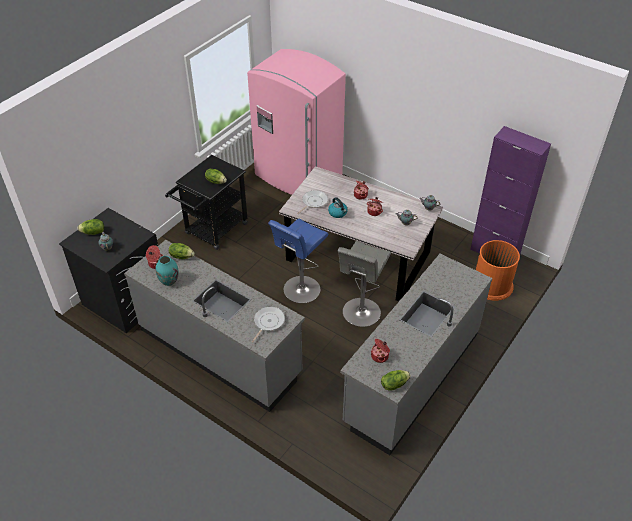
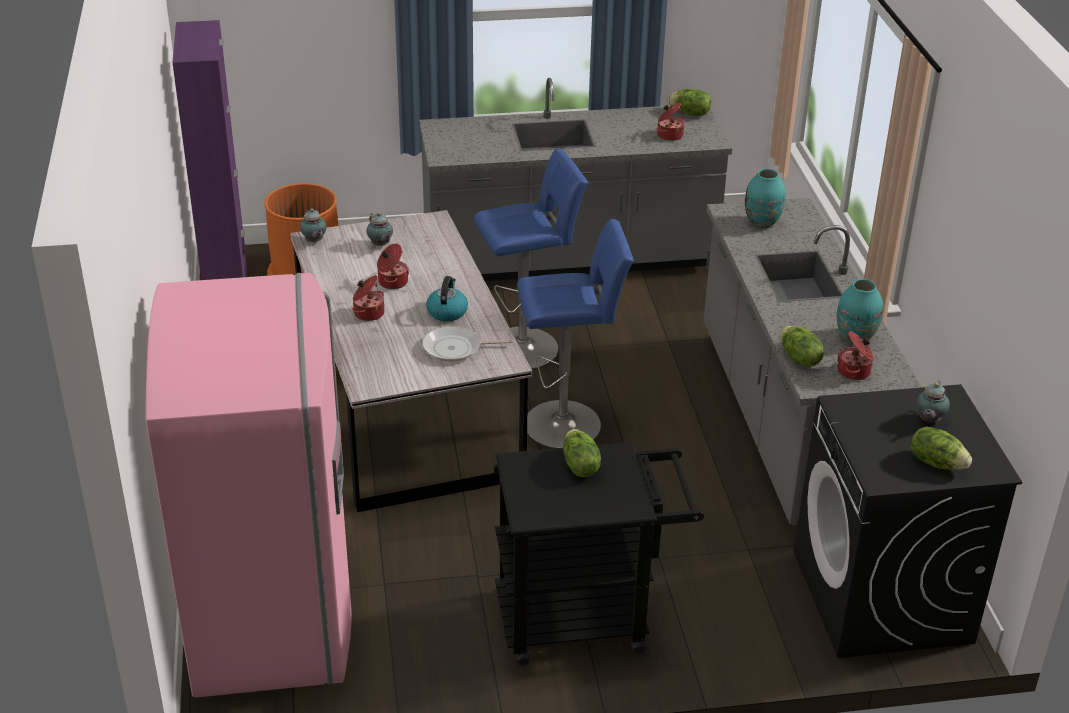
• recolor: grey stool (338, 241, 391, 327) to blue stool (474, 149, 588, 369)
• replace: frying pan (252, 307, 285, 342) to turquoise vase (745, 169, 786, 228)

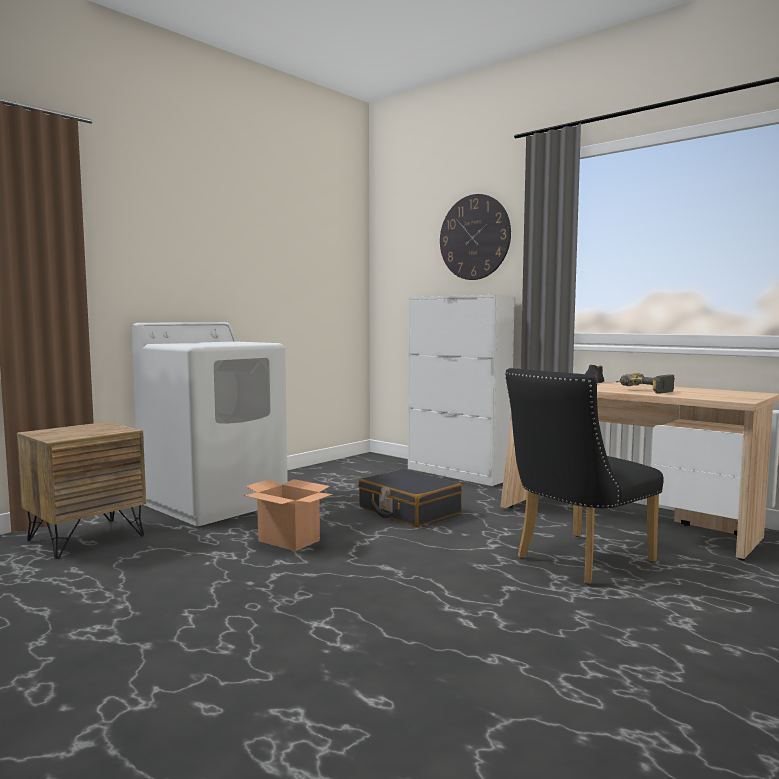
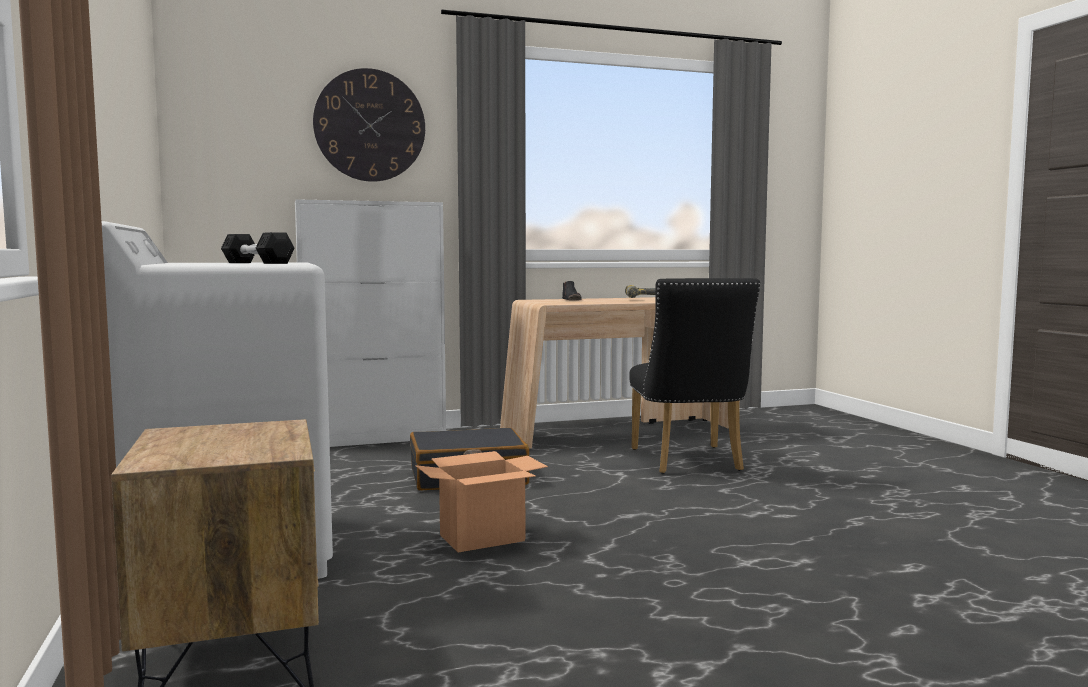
• insert: black dumbbell (221, 232, 295, 264)

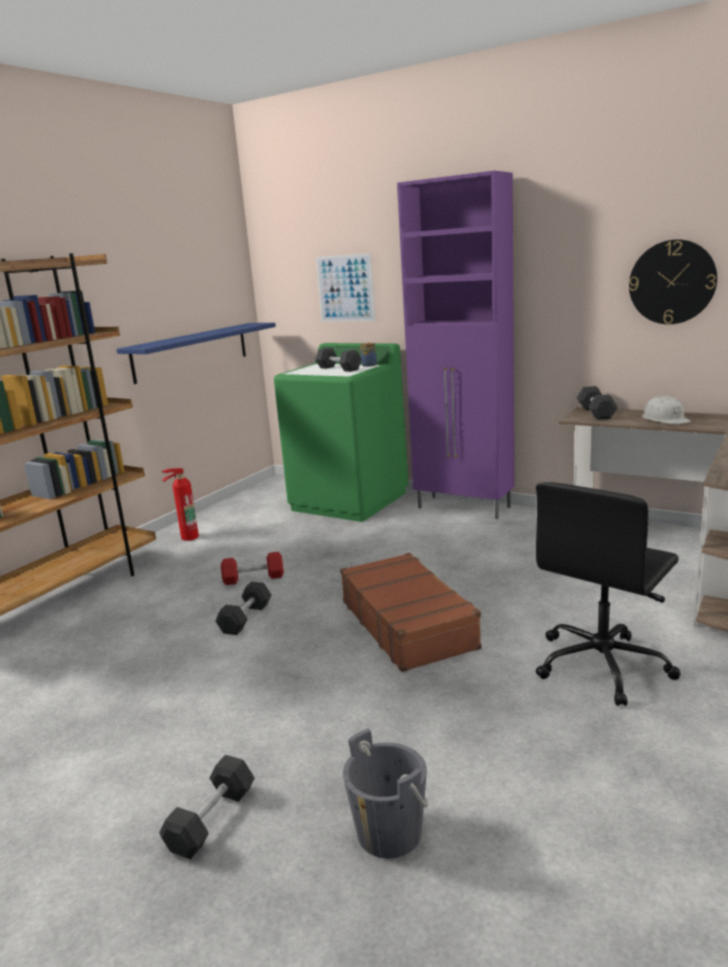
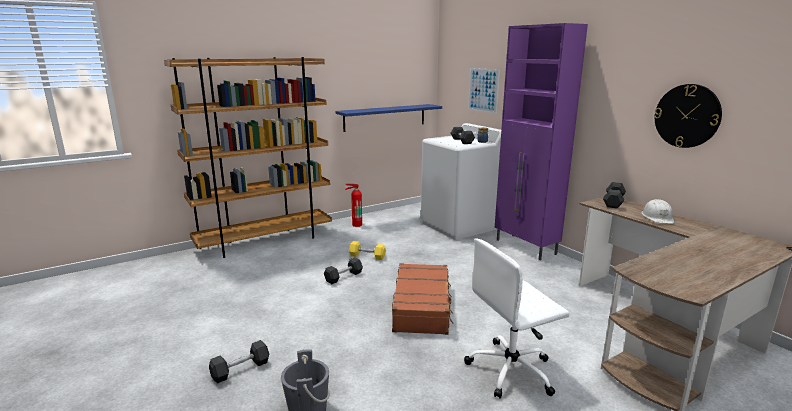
• recolor: green washing machine (274, 343, 409, 522) to white washing machine (421, 123, 501, 240)
• recolor: black office chair (536, 482, 680, 706) to white office chair (464, 238, 569, 399)
• recolor: red dumbbell (221, 552, 284, 585) to yellow dumbbell (349, 241, 386, 260)

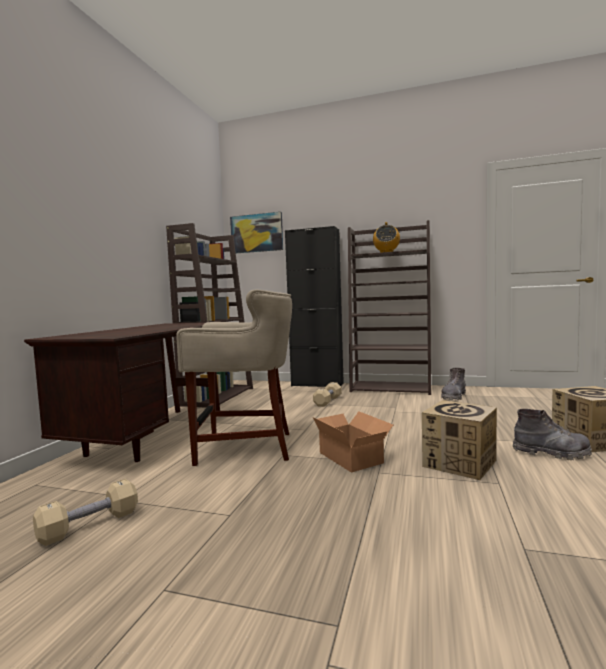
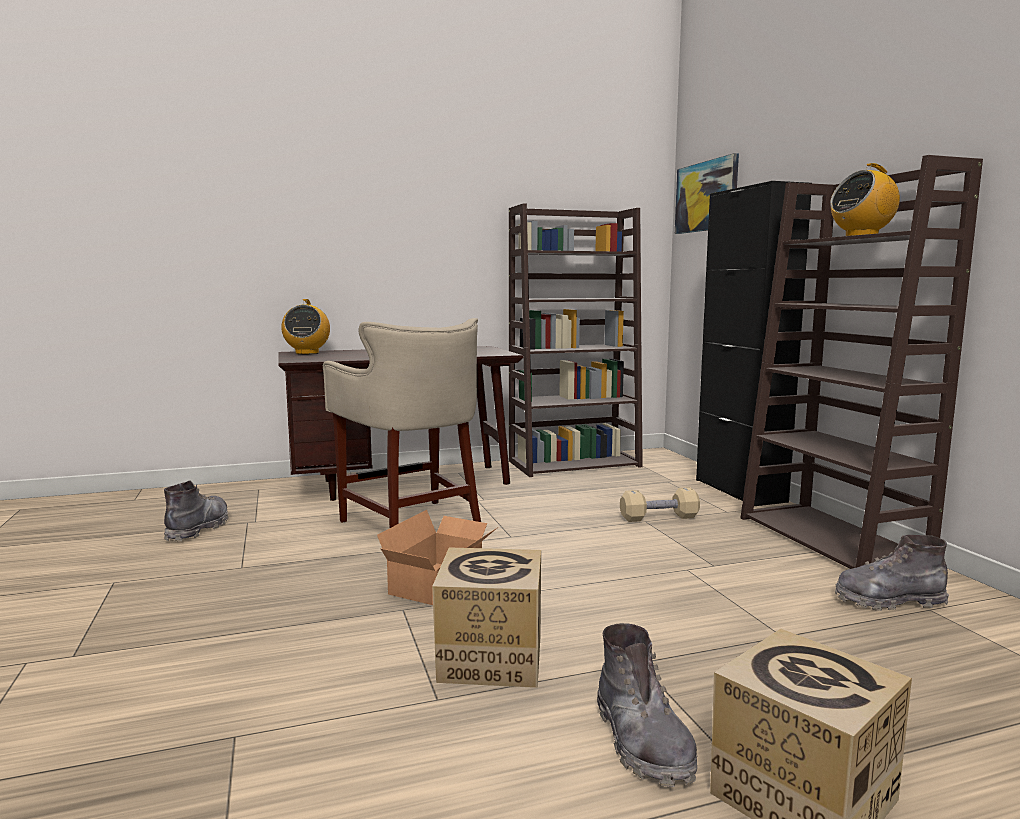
• replace: beige dumbbell (33, 479, 138, 546) to grey boot (164, 480, 228, 542)
• insert: radio (281, 299, 330, 355)

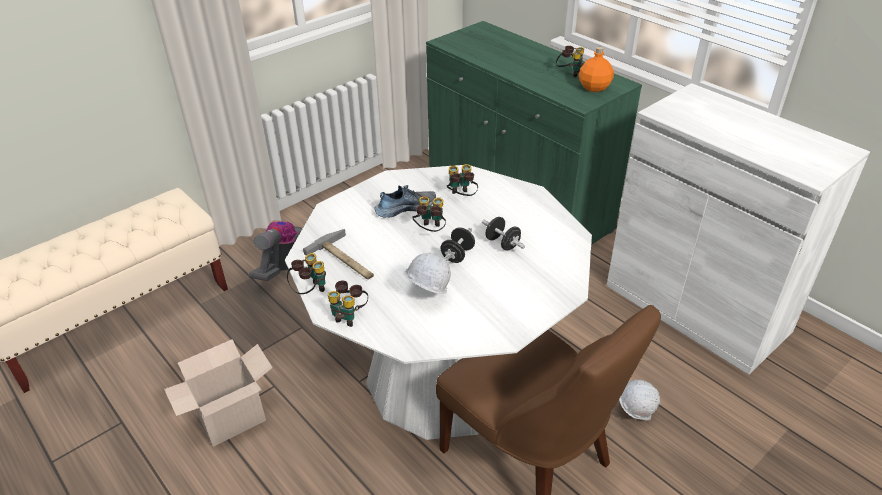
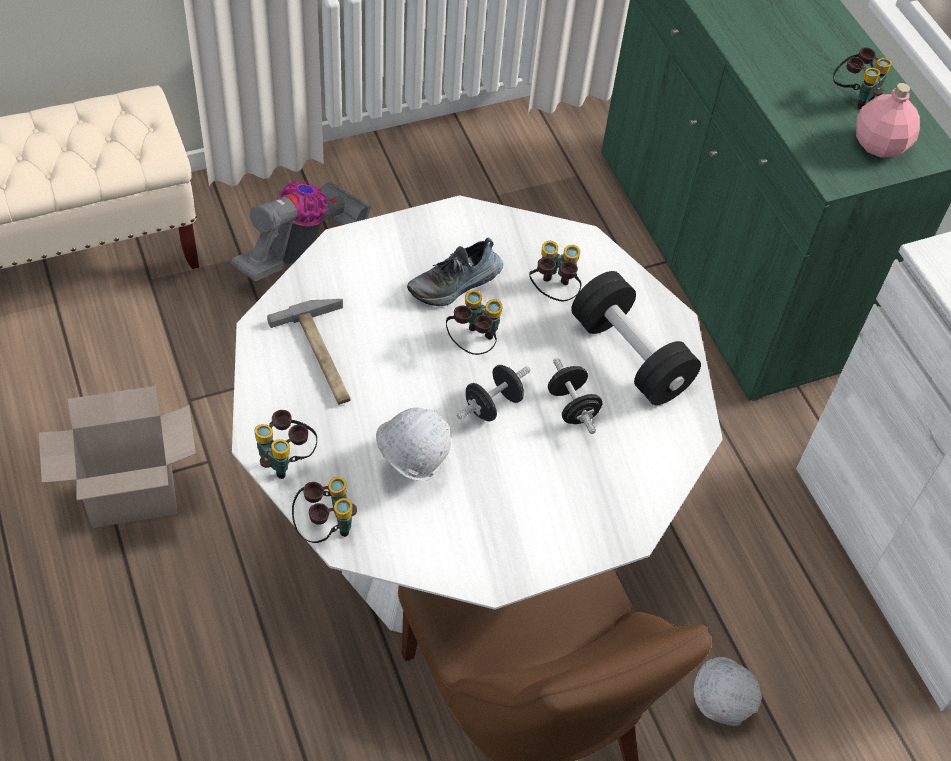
• recolor: orange bottle (579, 47, 614, 92) to pink bottle (856, 83, 920, 158)
• rotate: shoe (374, 185, 436, 218) = (407, 238, 503, 306) 150 degrees clockwise
• move: binoculars (287, 253, 326, 294) to (292, 477, 357, 543)
• insert: black dumbbell (571, 271, 701, 405)

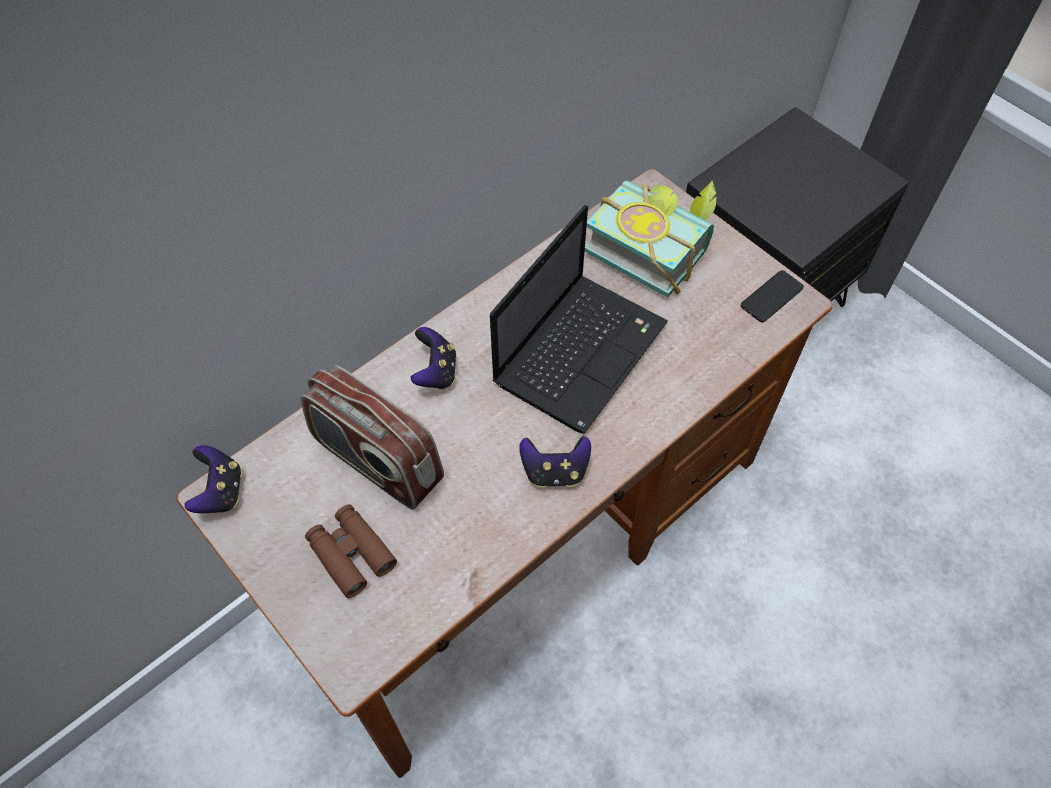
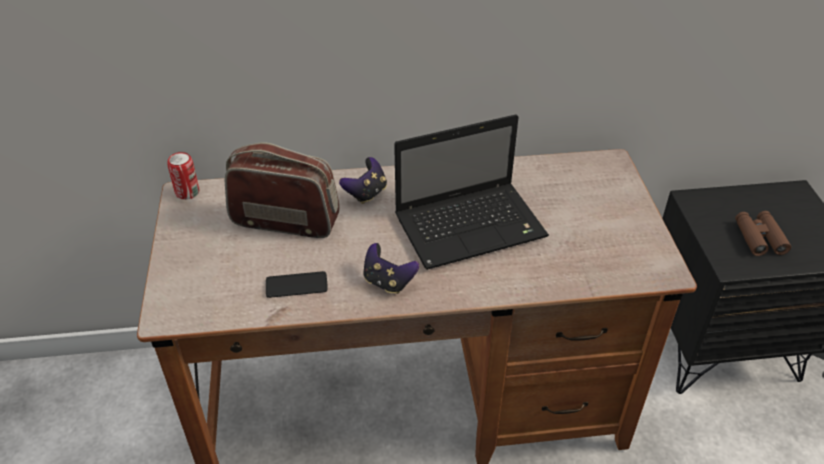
• delete: book (585, 181, 717, 297)
• move: phone (741, 270, 804, 323) to (266, 271, 328, 298)
• rotate: radio (301, 365, 444, 510) = (225, 142, 340, 238) 120 degrees clockwise
• replace: game controller (184, 445, 242, 513) to can (168, 152, 199, 200)
• move: brown binoculars (305, 504, 397, 598) to (735, 211, 791, 256)

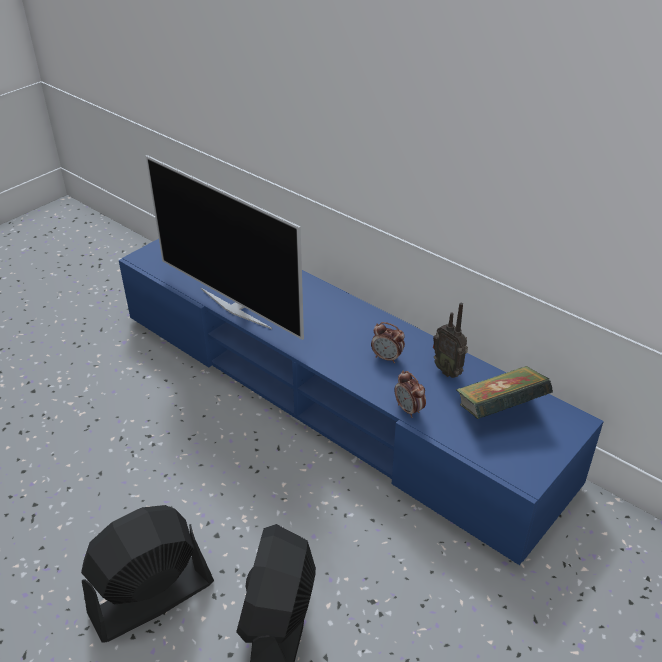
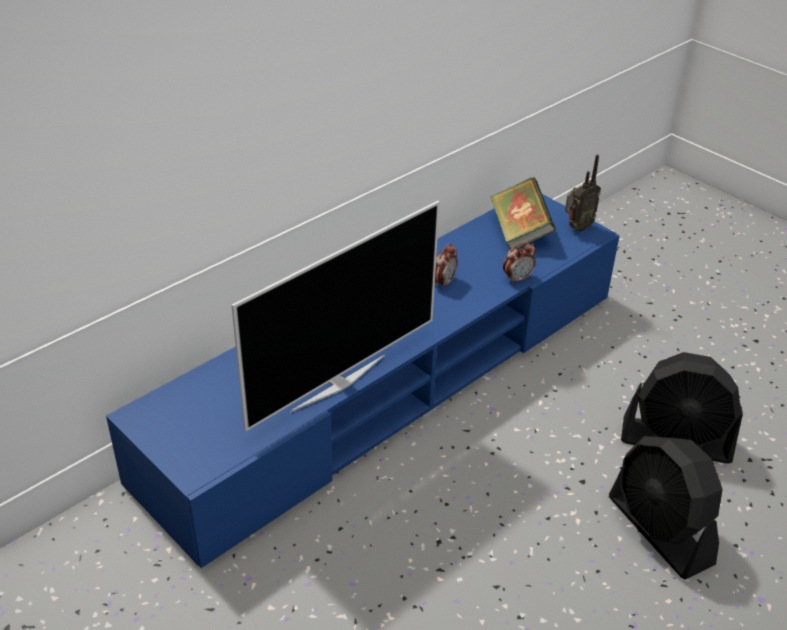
• move: radio (433, 303, 468, 378) to (565, 155, 601, 232)

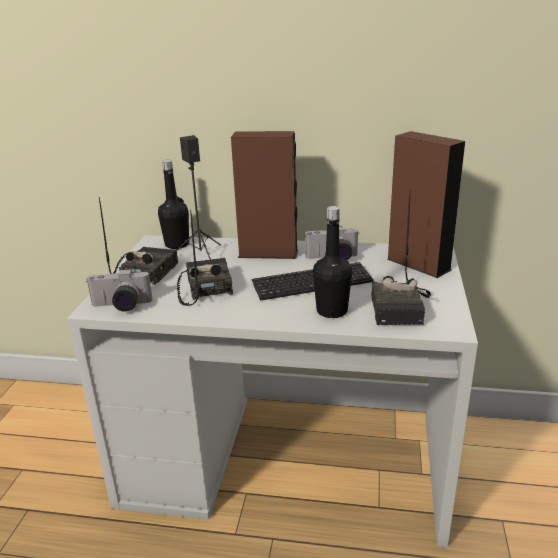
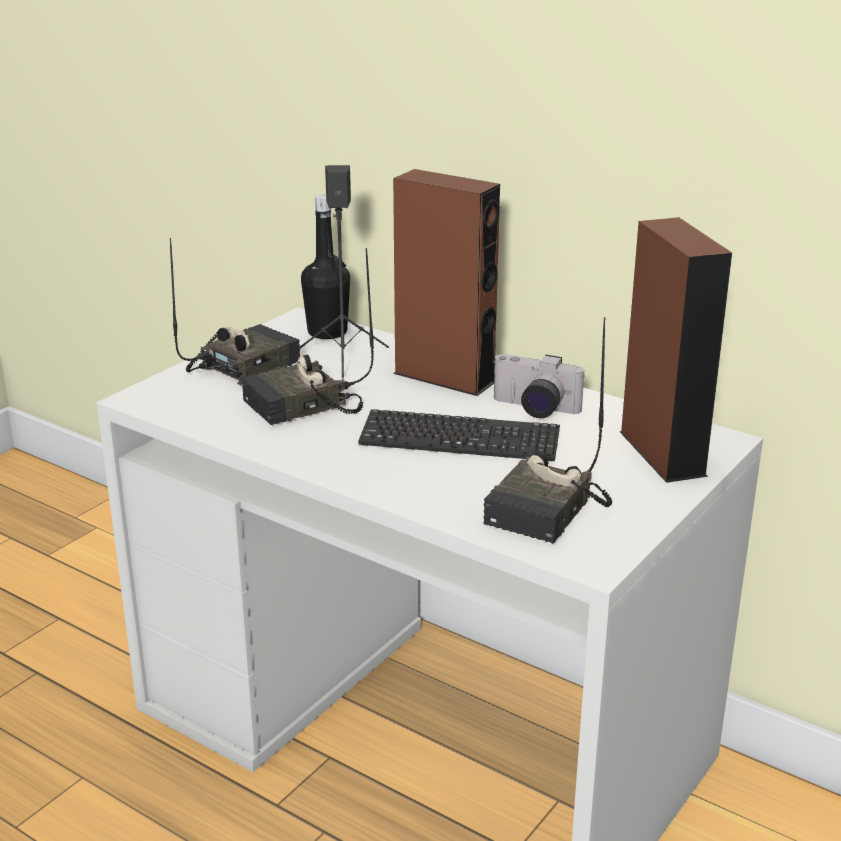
• delete: black bottle (313, 206, 352, 318)
• rotate: radio (177, 210, 233, 306) = (242, 248, 374, 425) 135 degrees counterclockwise
• delete: photo camera (86, 269, 153, 312)

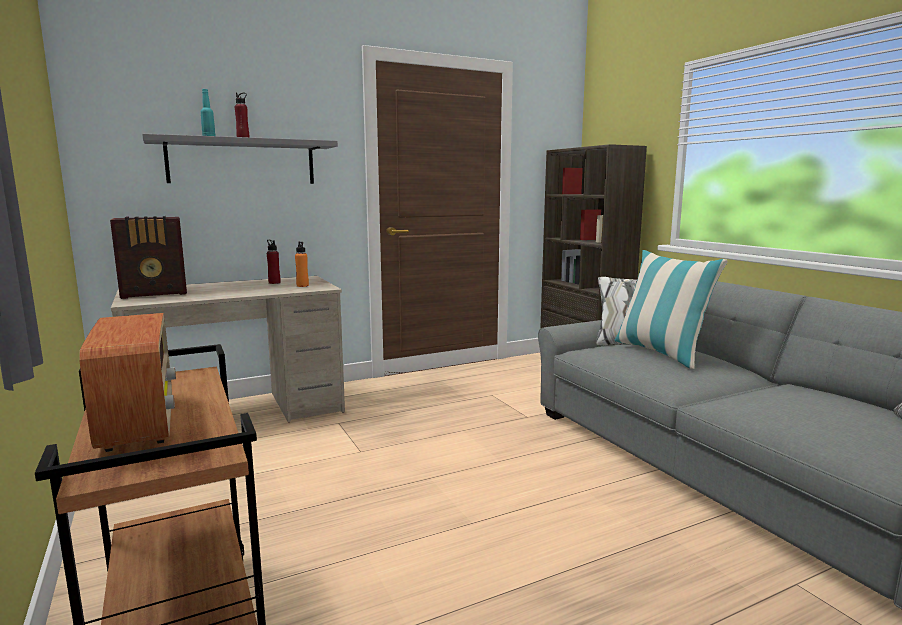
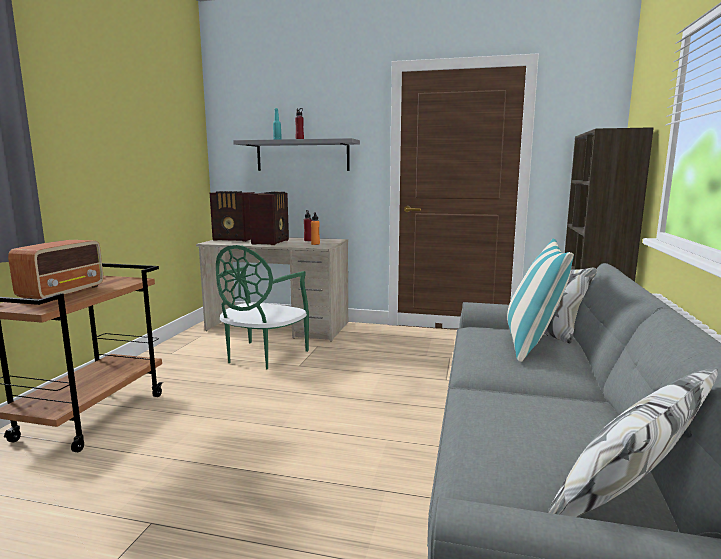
• insert: radio (249, 192, 289, 245)
• insert: green chair (216, 245, 309, 369)

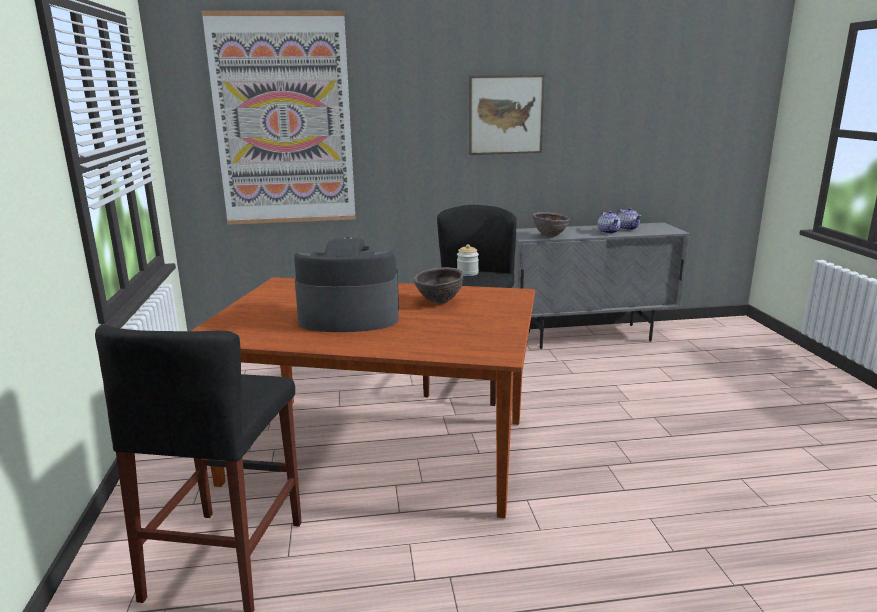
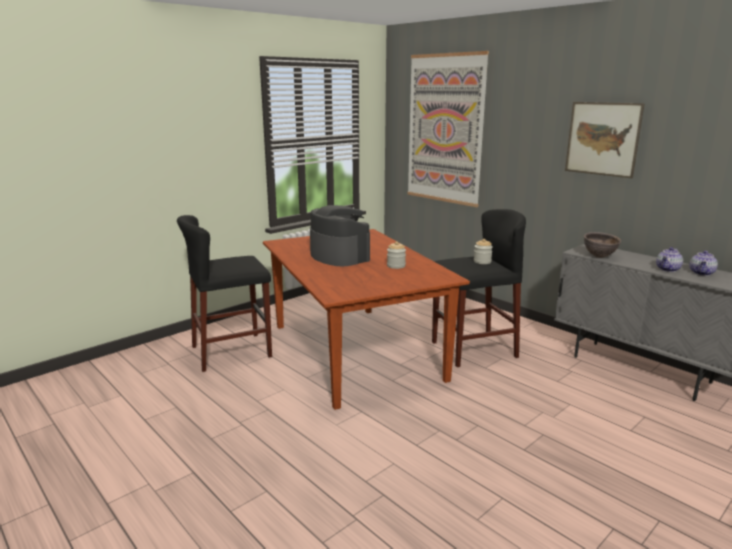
• replace: brown bowl (414, 267, 464, 304) to jar (387, 241, 406, 269)

